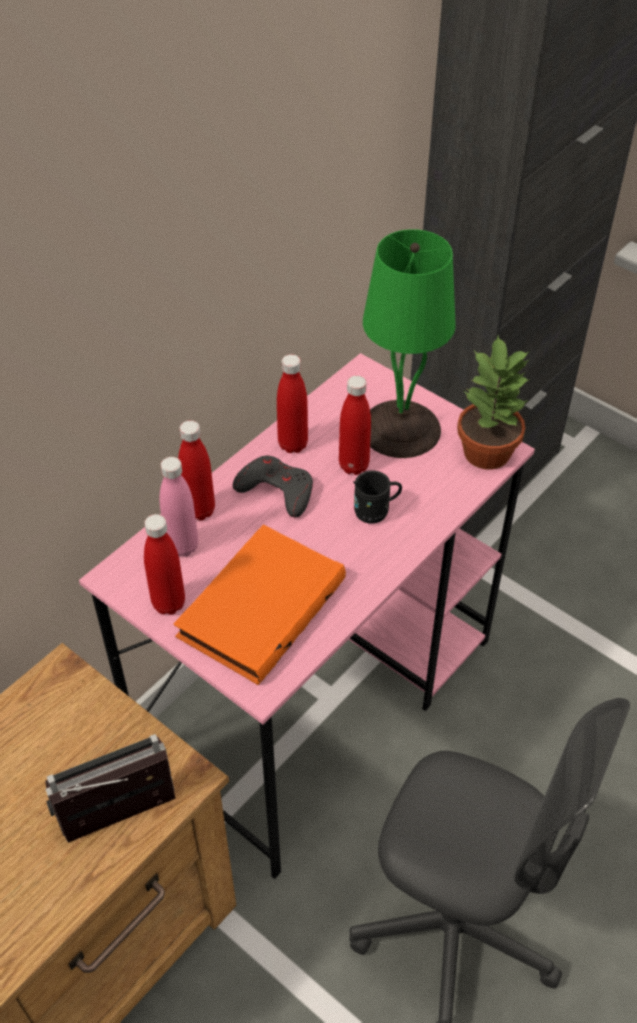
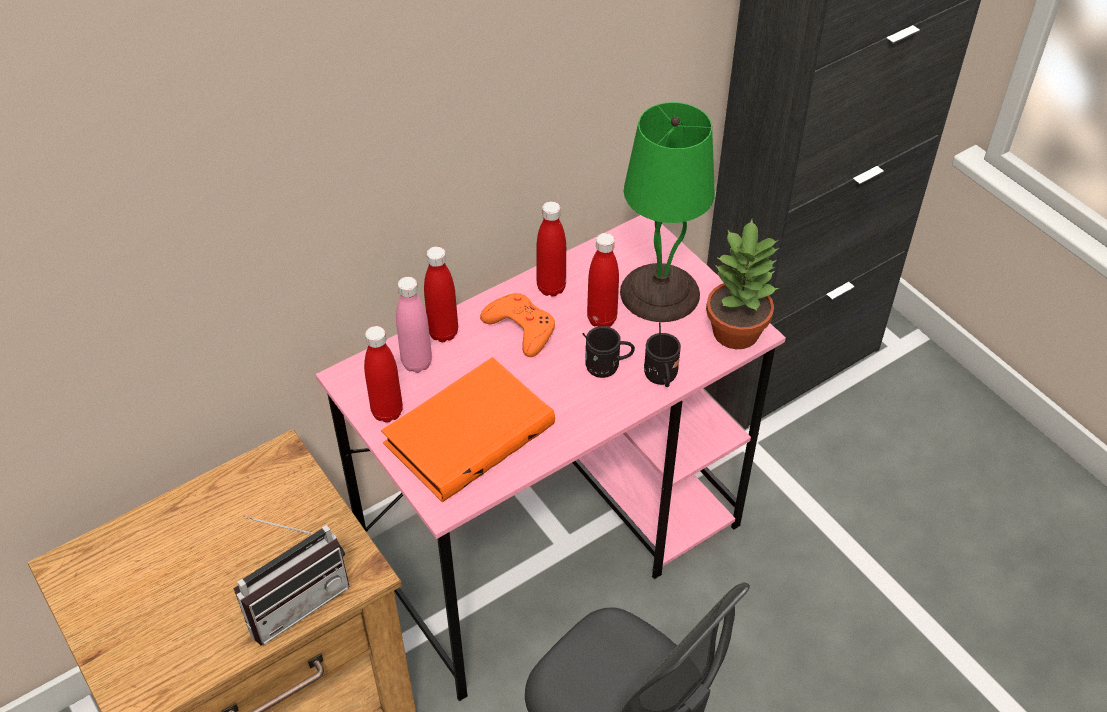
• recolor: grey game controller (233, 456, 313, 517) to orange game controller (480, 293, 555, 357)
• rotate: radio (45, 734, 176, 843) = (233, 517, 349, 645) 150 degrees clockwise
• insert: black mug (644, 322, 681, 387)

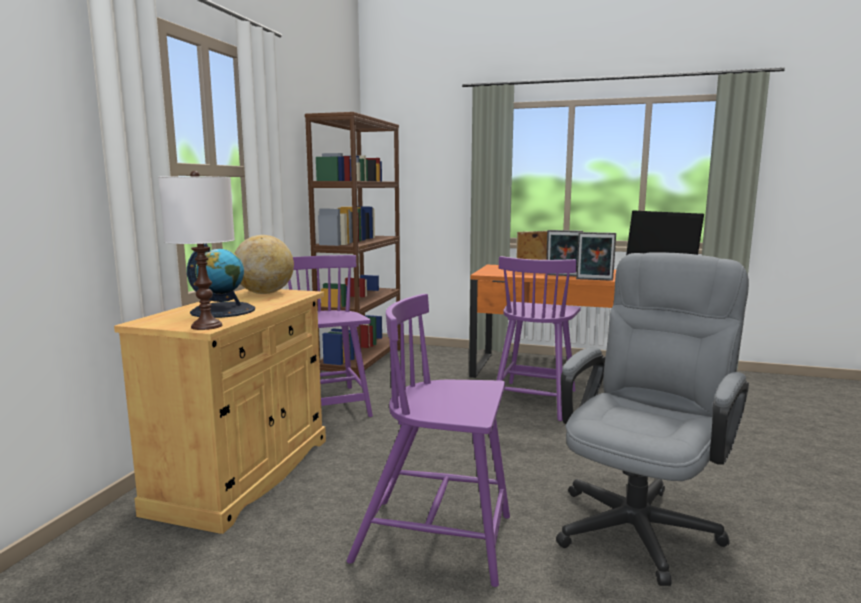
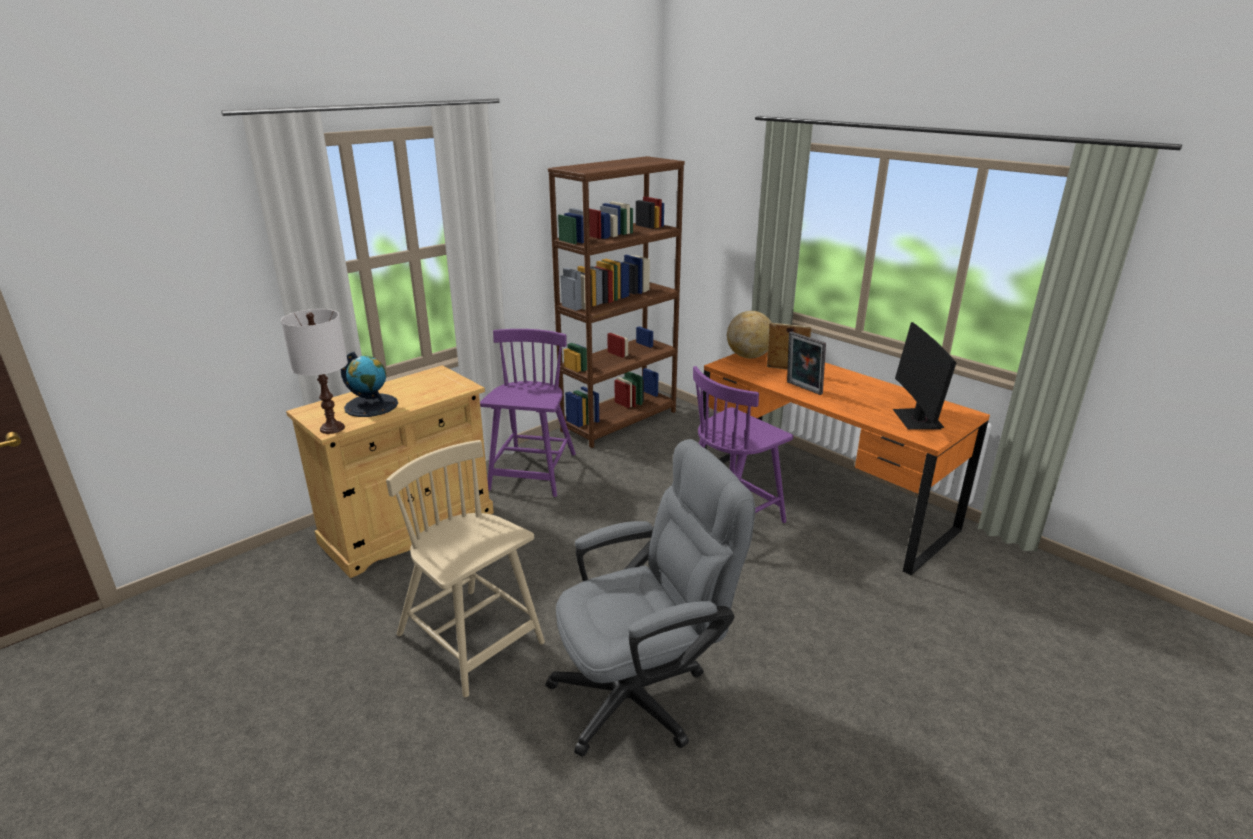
• delete: picture frame (576, 232, 616, 281)
• move: globe (234, 235, 294, 294) to (727, 311, 772, 358)
• recolor: purple chair (347, 294, 510, 587) to beige chair (386, 440, 545, 697)

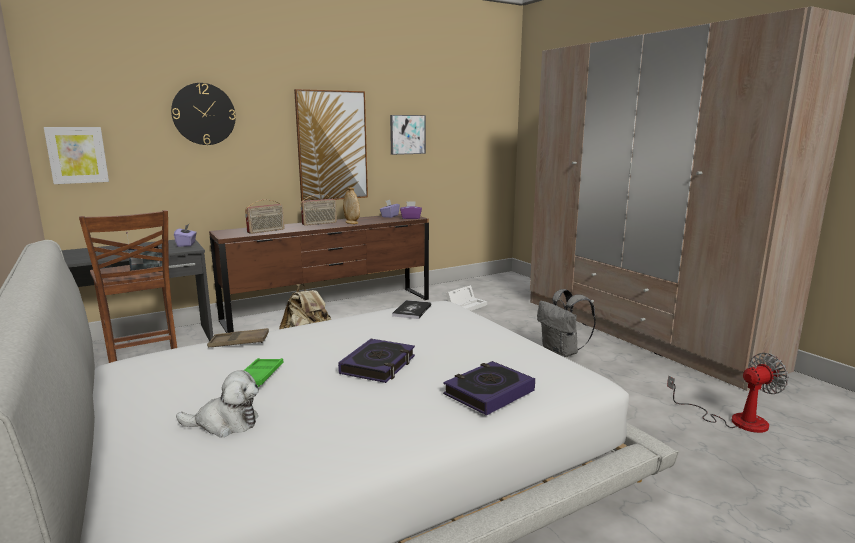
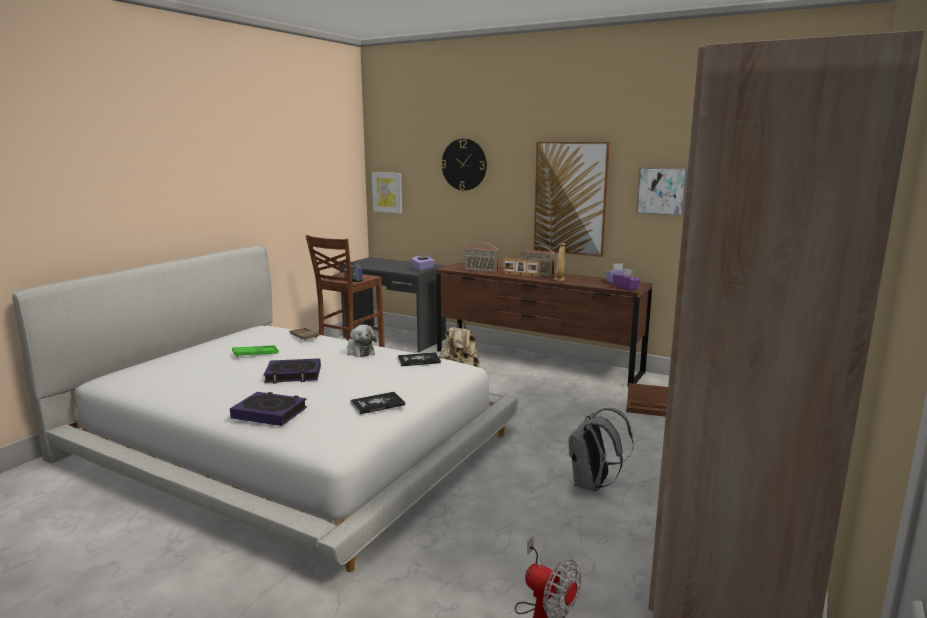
• recolor: white storage box (446, 285, 487, 311) to brown storage box (626, 383, 668, 417)
• move: plush toy (176, 370, 259, 438) to (347, 325, 377, 357)
• insert: picture frame (503, 258, 540, 277)
• insert: book (350, 392, 405, 414)

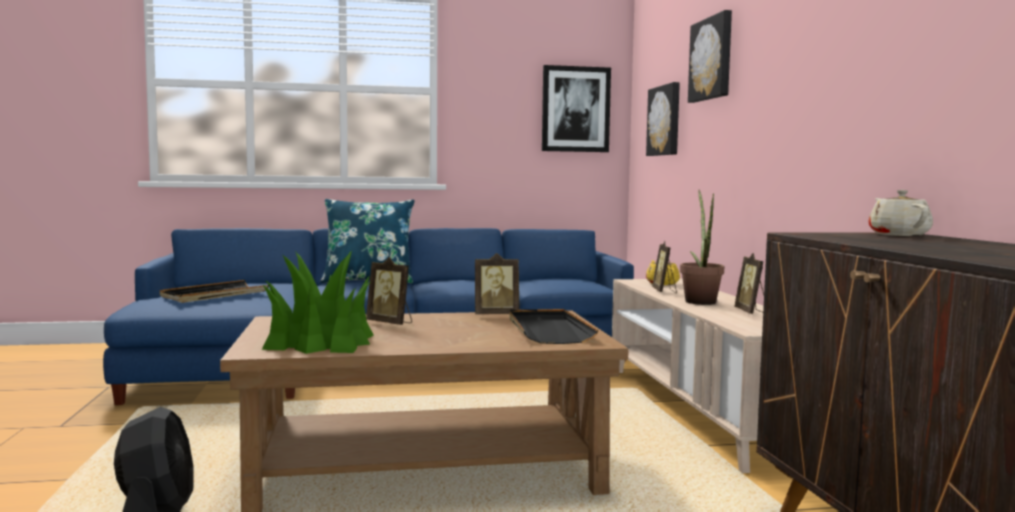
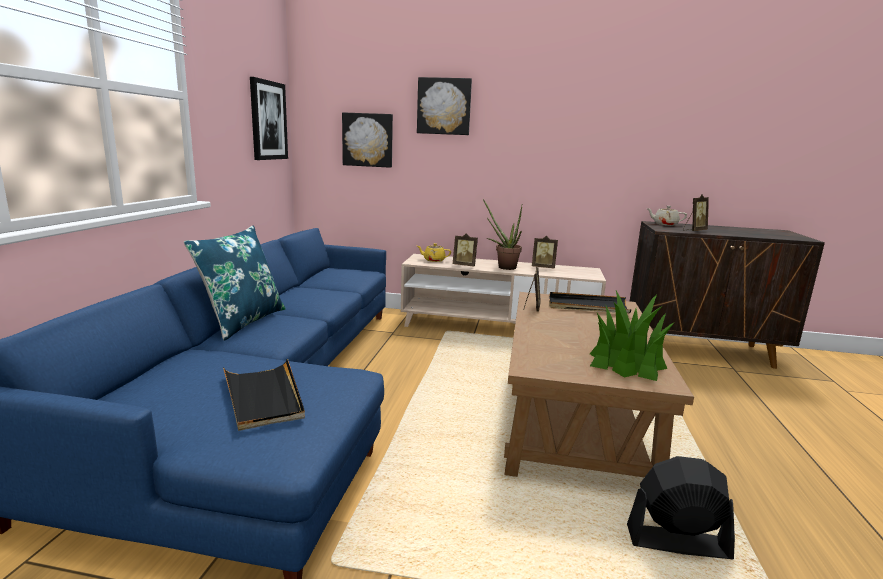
• move: picture frame (366, 257, 412, 325) to (683, 194, 709, 231)

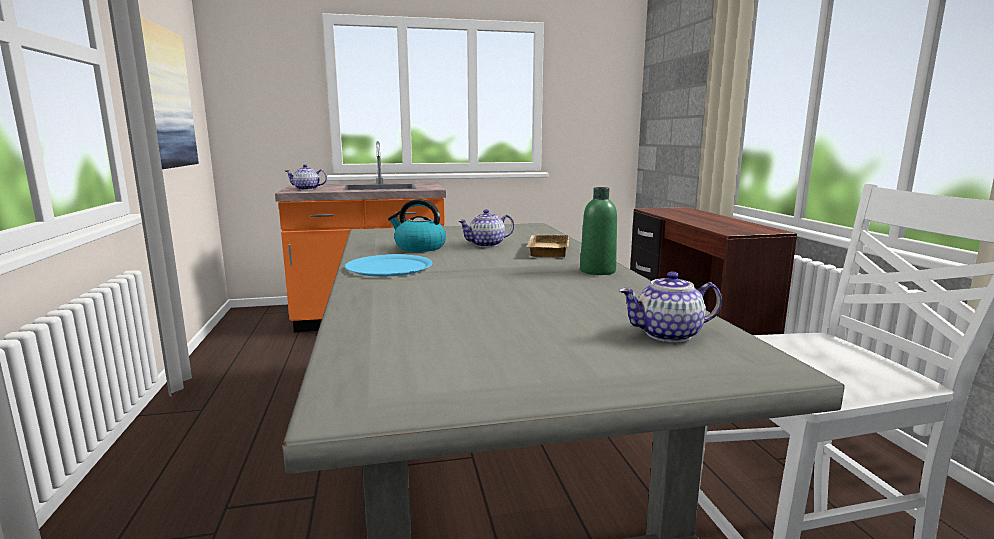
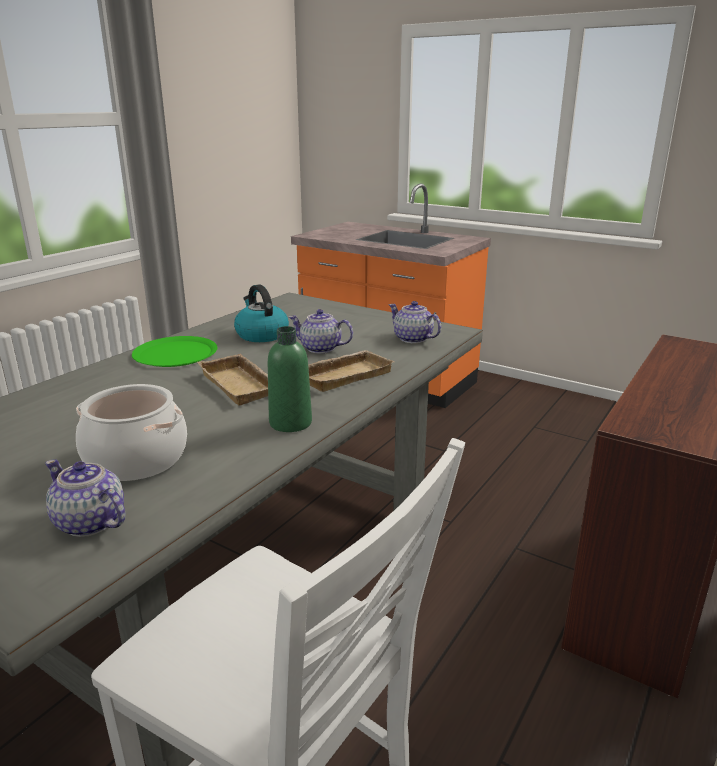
• delete: picture (140, 16, 199, 169)
• move: teapot (285, 164, 327, 190) to (389, 301, 442, 343)
• recolor: blue plate (345, 254, 432, 277) to green plate (132, 336, 218, 367)
• insert: beige tray (197, 354, 268, 406)
• insert: cooking pot (76, 384, 187, 481)

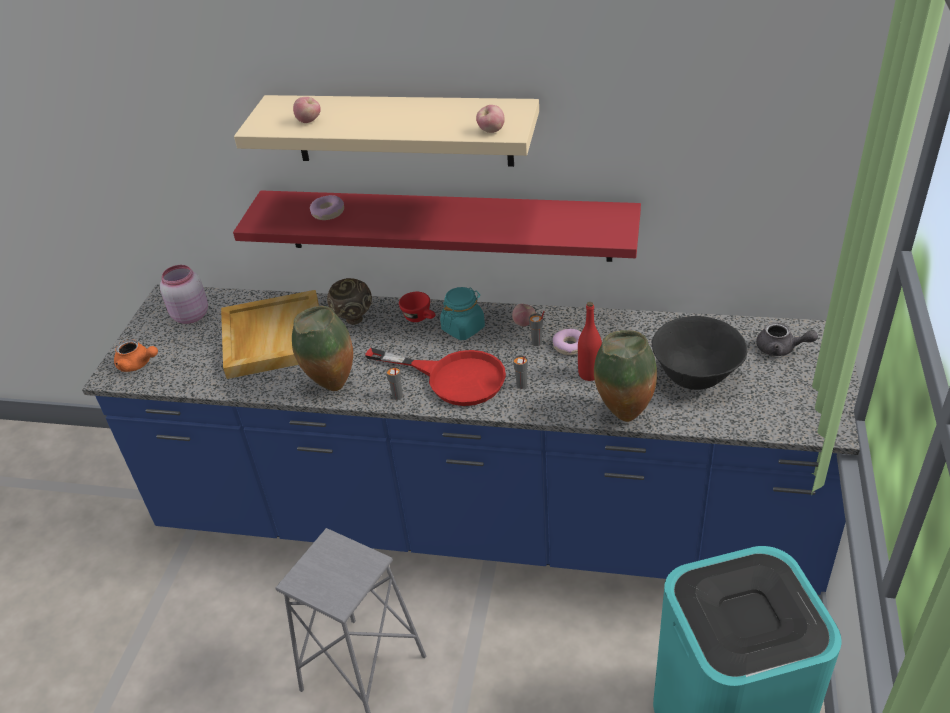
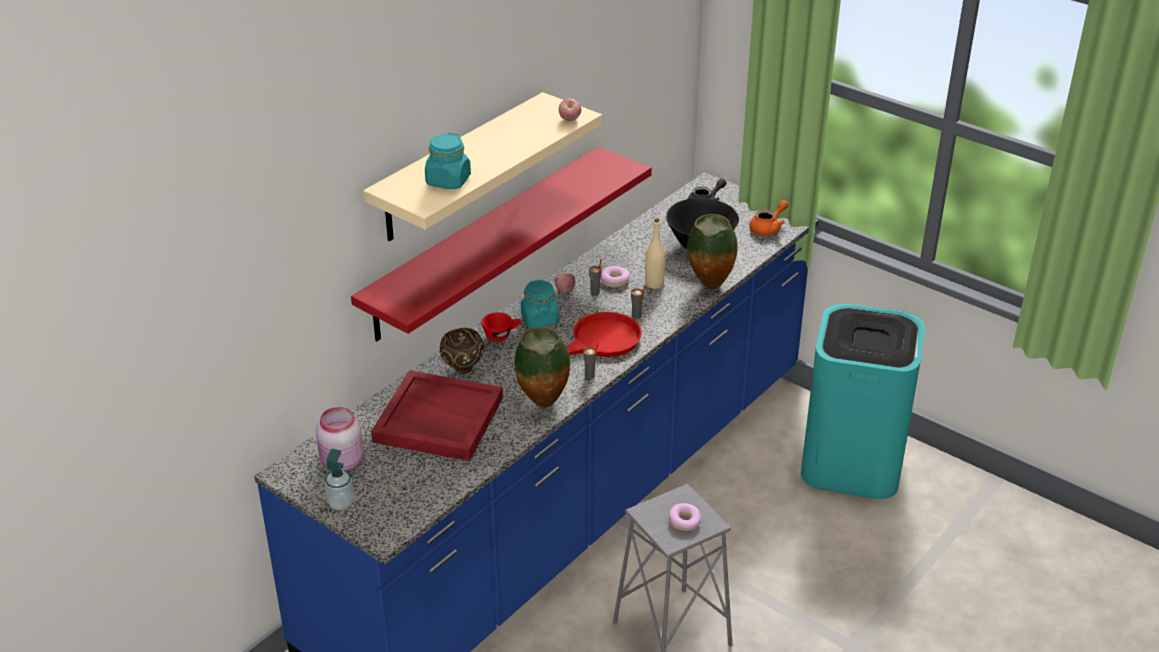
• replace: apple (293, 97, 321, 123) to turquoise jar (425, 133, 471, 189)
• move: donut (310, 195, 344, 220) to (669, 503, 701, 531)
• recolor: beige tray (221, 290, 319, 379) to red tray (371, 370, 503, 461)
• recolor: red bottle (578, 302, 602, 381) to beige bottle (645, 218, 666, 289)
• move: orange teapot (114, 339, 158, 372) to (749, 200, 788, 236)
• insert: soap dispenser (325, 449, 354, 510)

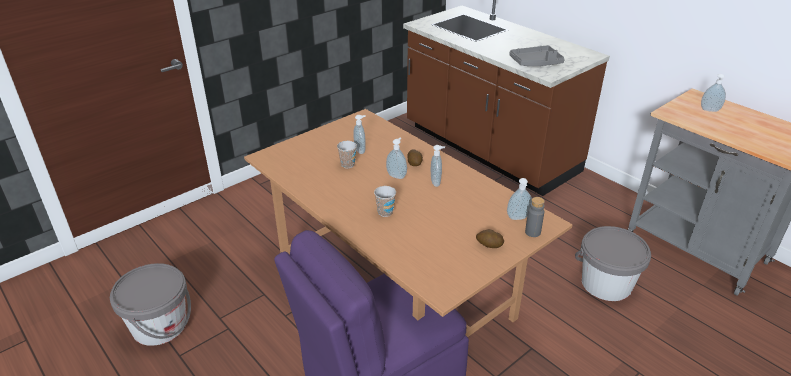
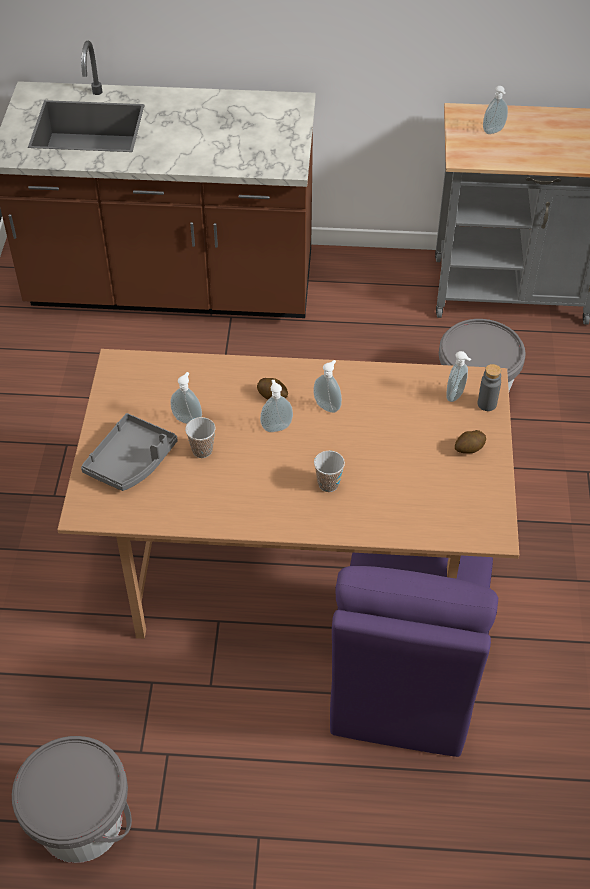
• move: grey tray (509, 45, 565, 66) to (81, 413, 177, 491)

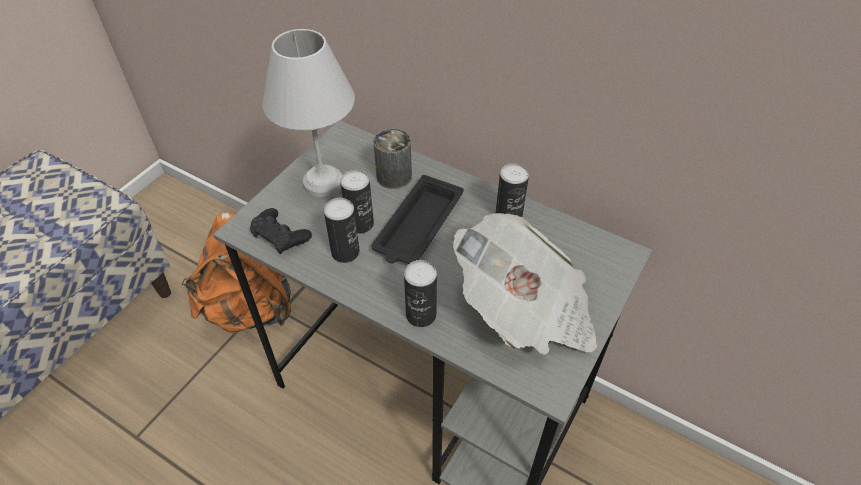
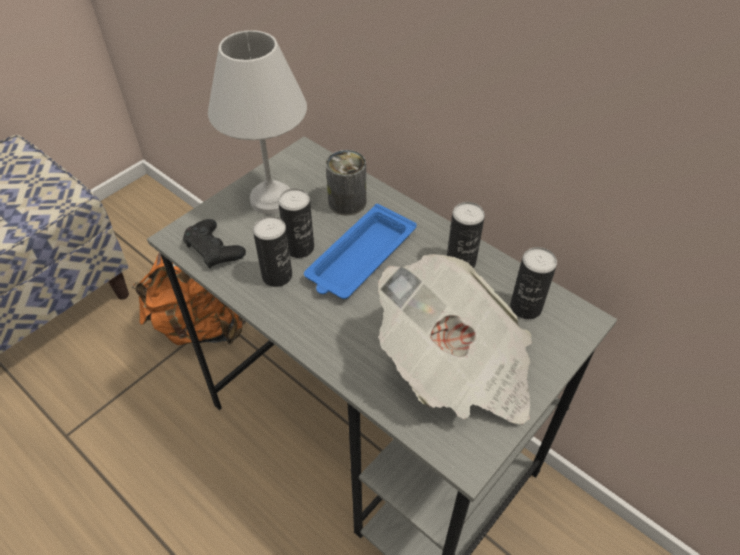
• recolor: black tray (371, 175, 463, 264) to blue tray (304, 204, 417, 299)
• move: can (404, 260, 437, 327) to (510, 247, 557, 319)

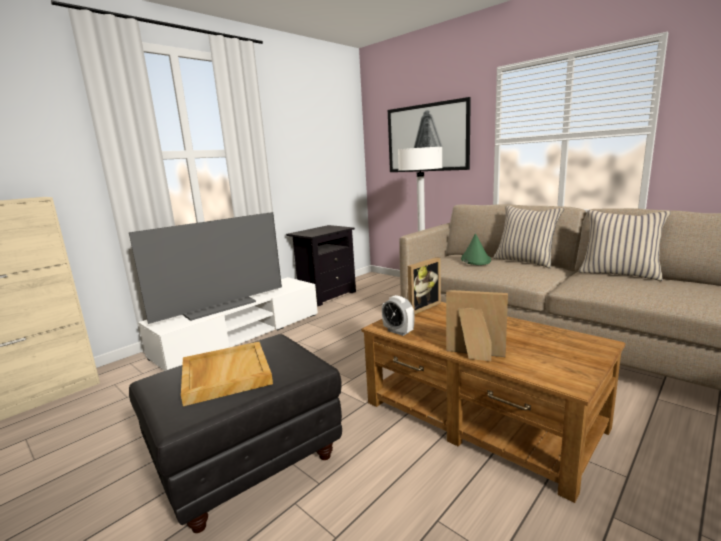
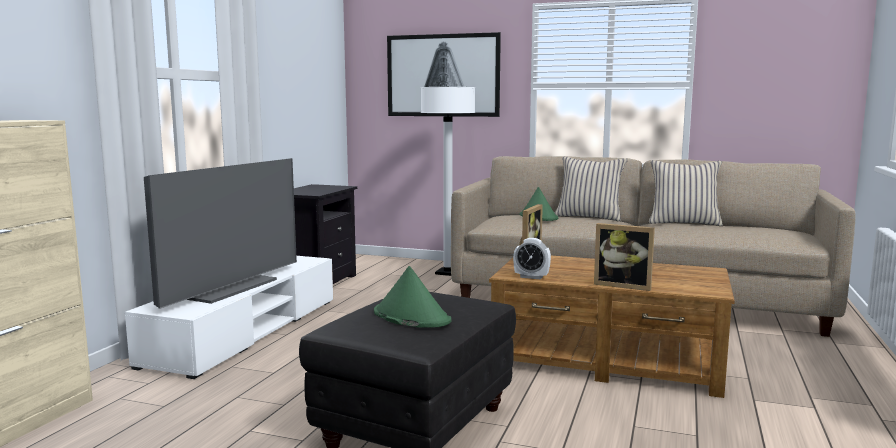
• rotate: picture frame (446, 290, 508, 361) = (594, 223, 655, 291) 150 degrees counterclockwise
• replace: beige tray (181, 342, 273, 406) to green hat (374, 266, 452, 328)

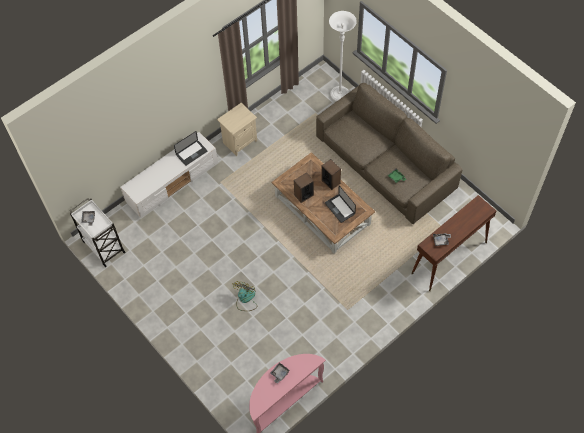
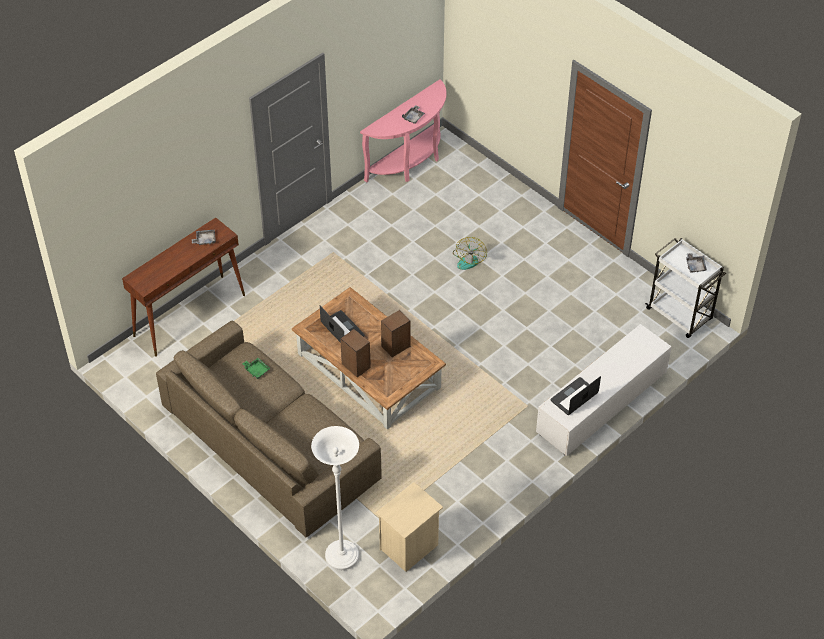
• move: beige nightstand (217, 103, 257, 156) to (376, 482, 443, 572)

